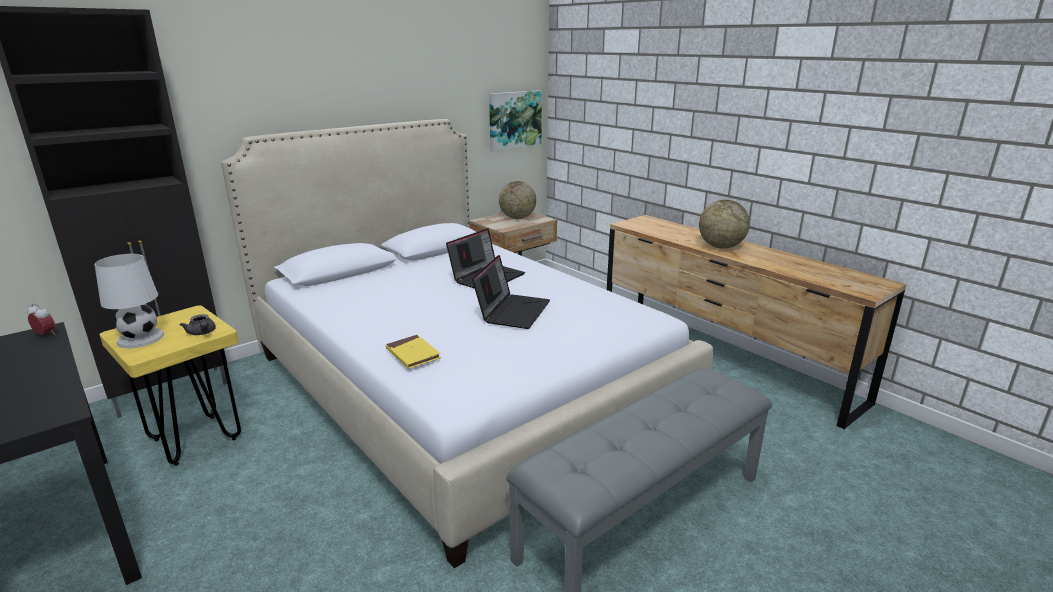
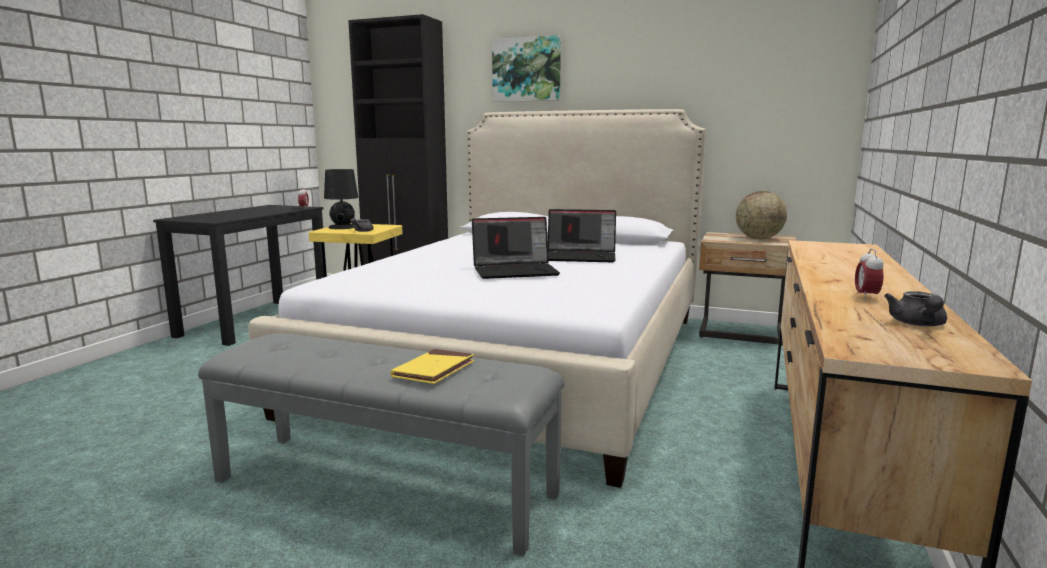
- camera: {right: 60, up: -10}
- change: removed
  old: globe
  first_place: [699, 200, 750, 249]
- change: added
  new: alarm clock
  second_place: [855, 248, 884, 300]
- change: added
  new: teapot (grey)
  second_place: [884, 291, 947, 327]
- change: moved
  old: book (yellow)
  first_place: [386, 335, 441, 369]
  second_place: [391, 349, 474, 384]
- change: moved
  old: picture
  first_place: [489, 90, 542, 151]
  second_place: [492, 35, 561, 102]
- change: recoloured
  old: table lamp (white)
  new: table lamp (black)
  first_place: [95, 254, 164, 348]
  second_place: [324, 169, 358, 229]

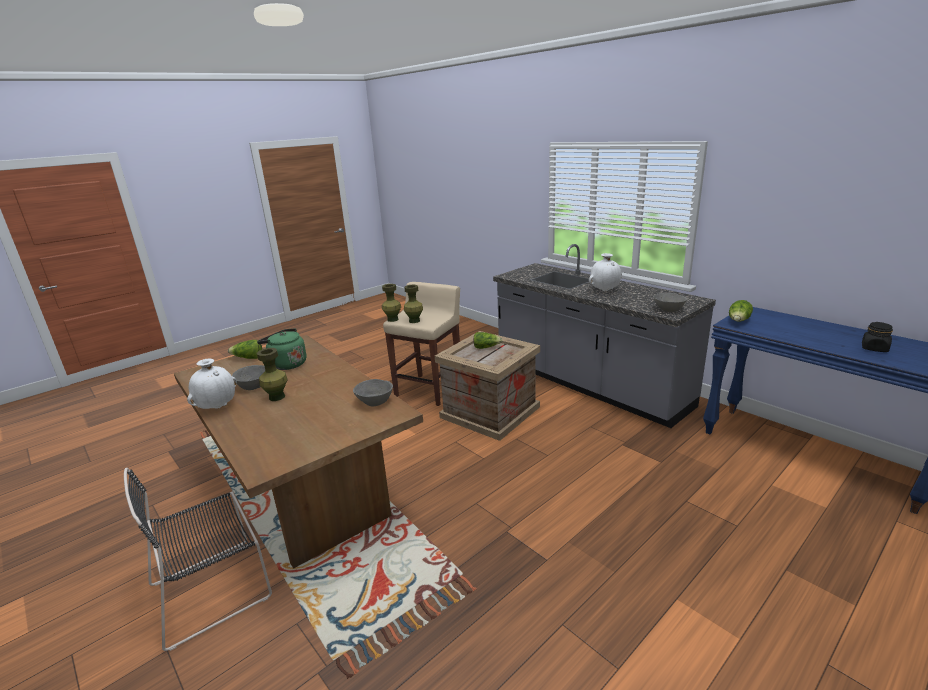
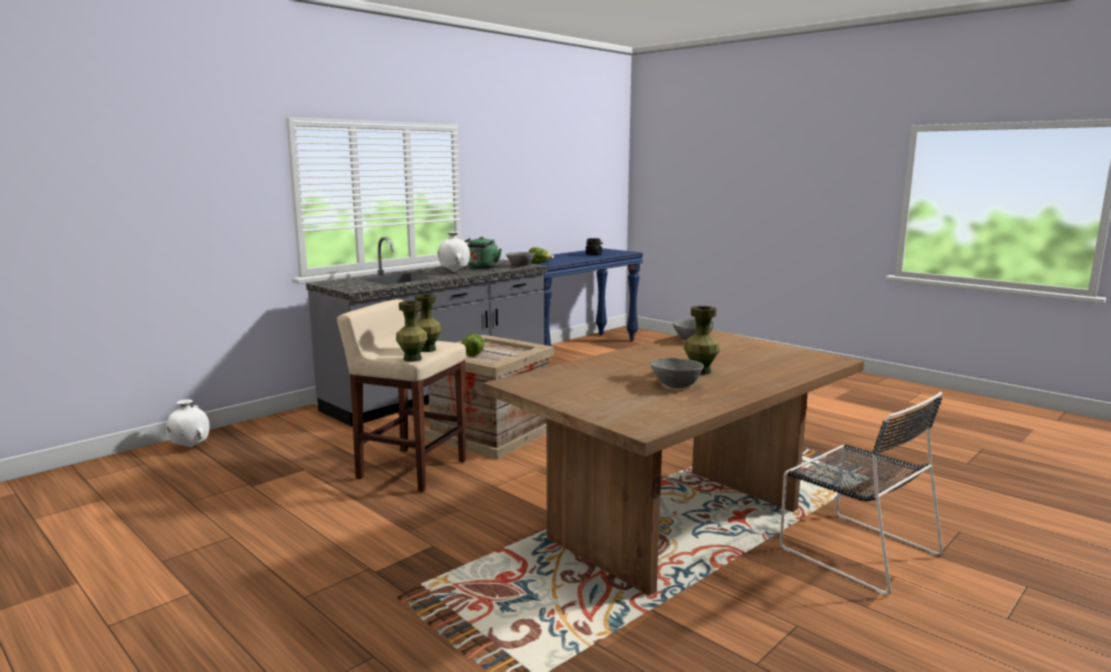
- camera: {right: -95, up: -10}
- change: removed
  old: lettuce
  first_place: [228, 340, 262, 359]
- change: moved
  old: vase (white)
  first_place: [187, 359, 237, 409]
  second_place: [166, 399, 210, 447]
- change: moved
  old: kettle (green)
  first_place: [257, 328, 306, 370]
  second_place: [465, 237, 502, 269]

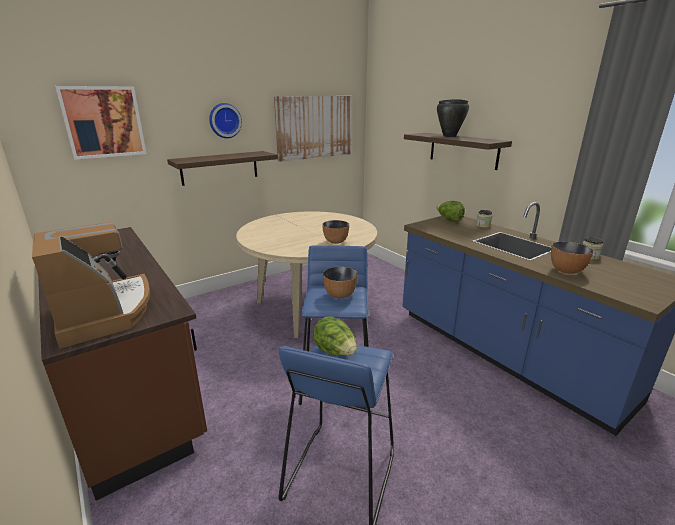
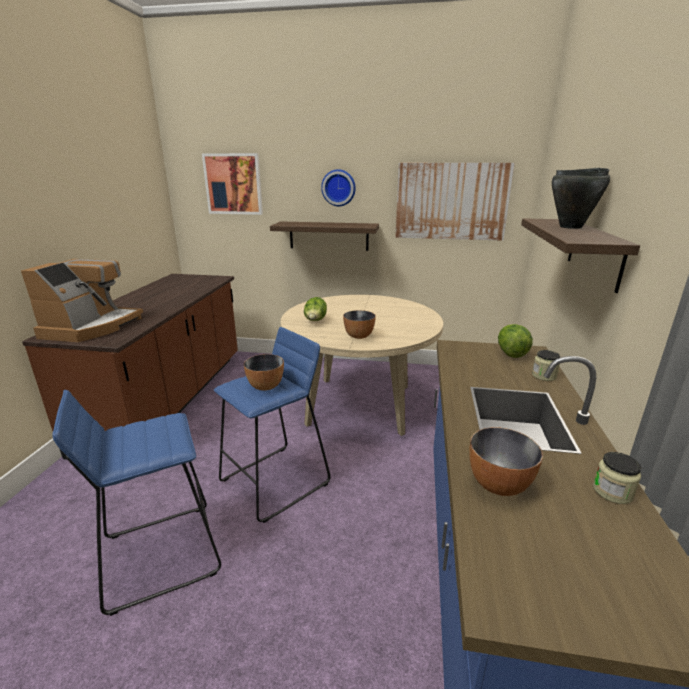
- camera: {right: 45, up: 0}
- change: moved
  old: lettuce
  first_place: [314, 316, 357, 356]
  second_place: [304, 297, 327, 321]

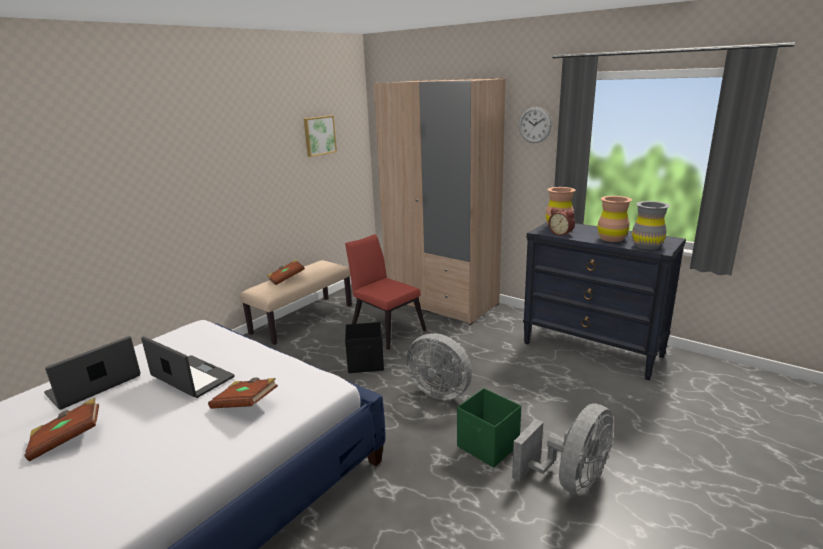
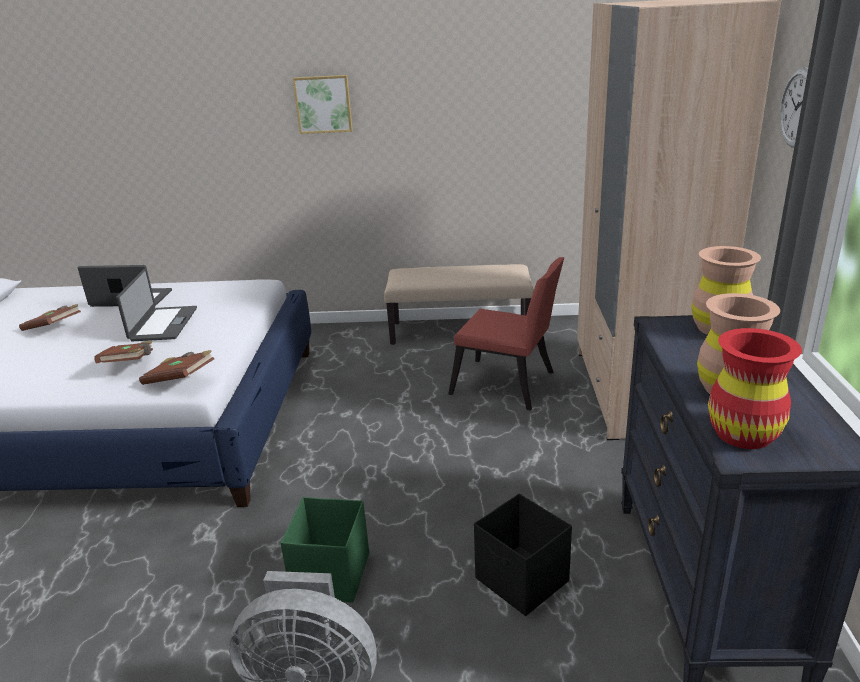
- camera: {right: 55, up: 5}
- change: removed
  old: fan (grey)
  first_place: [406, 333, 472, 400]
- change: removed
  old: alarm clock
  first_place: [548, 207, 575, 236]
- change: moved
  old: book (brown)
  first_place: [267, 260, 305, 285]
  second_place: [139, 350, 214, 385]
- change: moved
  old: picture
  first_place: [304, 116, 337, 157]
  second_place: [293, 75, 353, 134]
- change: moved
  old: storage box (black)
  first_place: [345, 322, 384, 373]
  second_place: [474, 494, 572, 616]
- change: recoloured
  old: vase (grey)
  new: vase (red)
  first_place: [632, 201, 670, 250]
  second_place: [708, 328, 802, 449]
- change: turned
  old: chair (red)
  first_place: [345, 234, 427, 350]
  second_place: [448, 257, 564, 411]
  degrees: 105

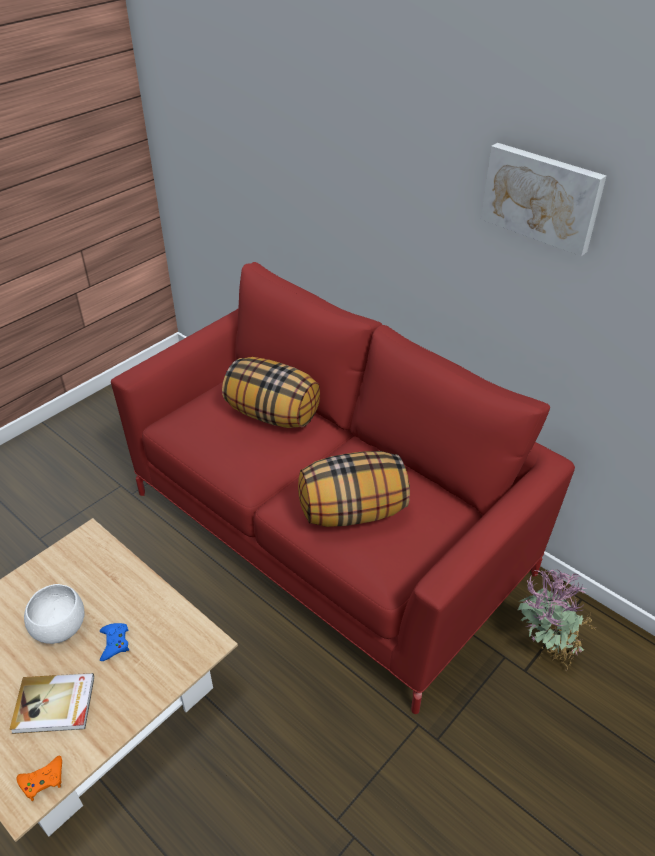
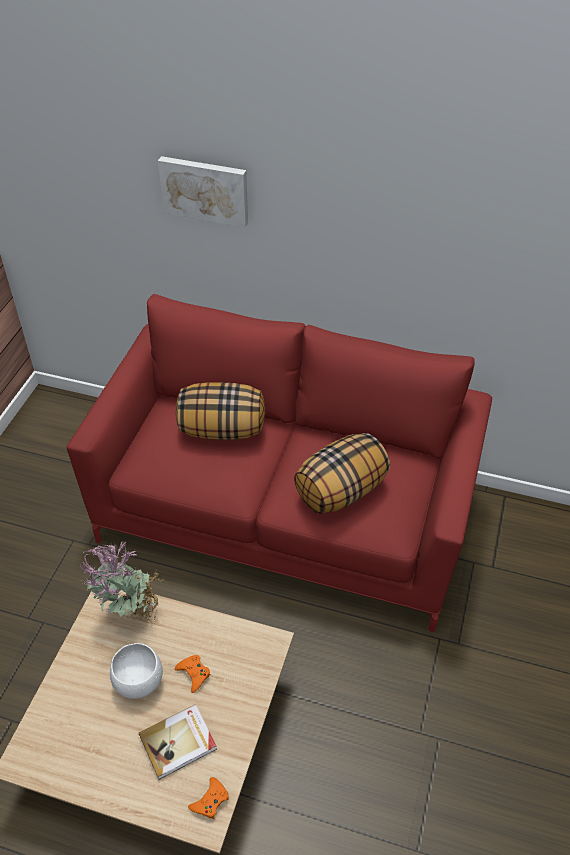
- camera: {right: -25, up: 5}
- change: moved
  old: picture
  first_place: [481, 143, 606, 256]
  second_place: [158, 156, 248, 227]
- change: moved
  old: potted plant
  first_place: [518, 569, 595, 671]
  second_place: [80, 541, 164, 626]
- change: recoloured
  old: game controller (blue)
  new: game controller (orange)
  first_place: [100, 623, 129, 661]
  second_place: [175, 655, 210, 693]

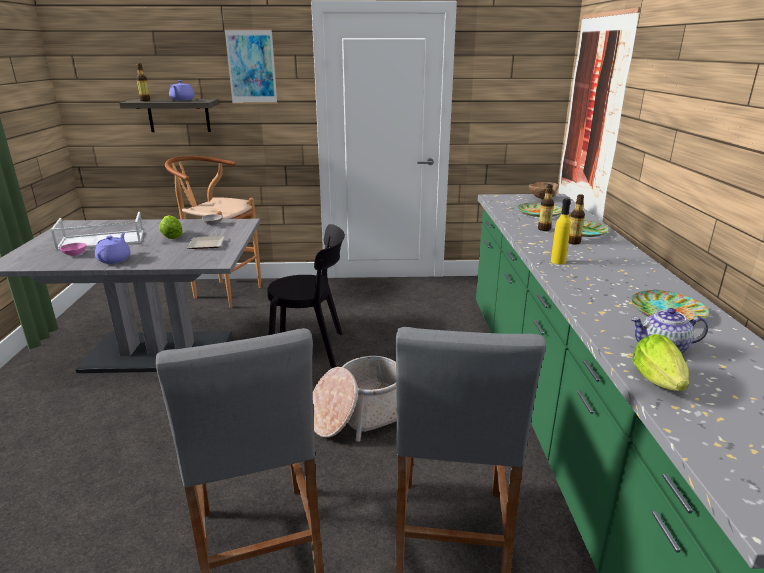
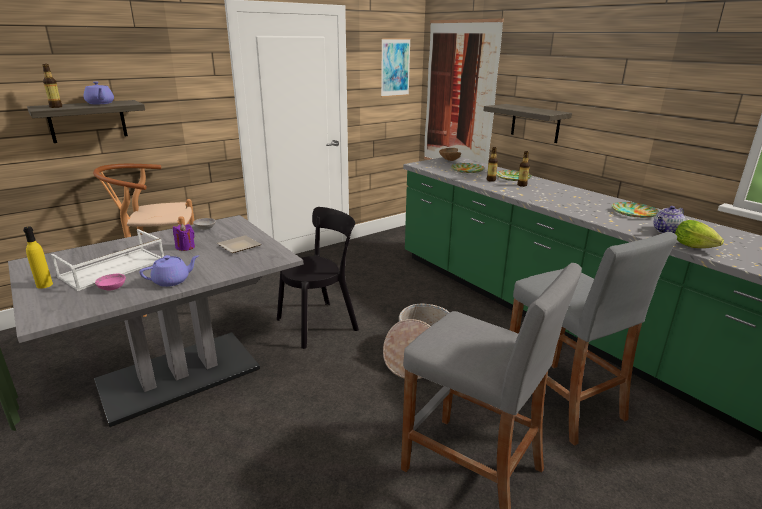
- camera: {right: -35, up: 0}
- change: added
  new: shelf
  second_place: [484, 104, 572, 143]
- change: moved
  old: picture
  first_place: [224, 29, 277, 104]
  second_place: [381, 38, 411, 97]
- change: moved
  old: bottle (yellow)
  first_place: [551, 199, 571, 264]
  second_place: [23, 226, 53, 289]
- change: replaced
  old: lettuce
  new: candle (purple)
  first_place: [159, 215, 183, 239]
  second_place: [173, 224, 195, 251]
- change: turned
  old: teapot (purple)
  first_place: [95, 233, 131, 264]
  second_place: [140, 255, 199, 287]
  degrees: 90

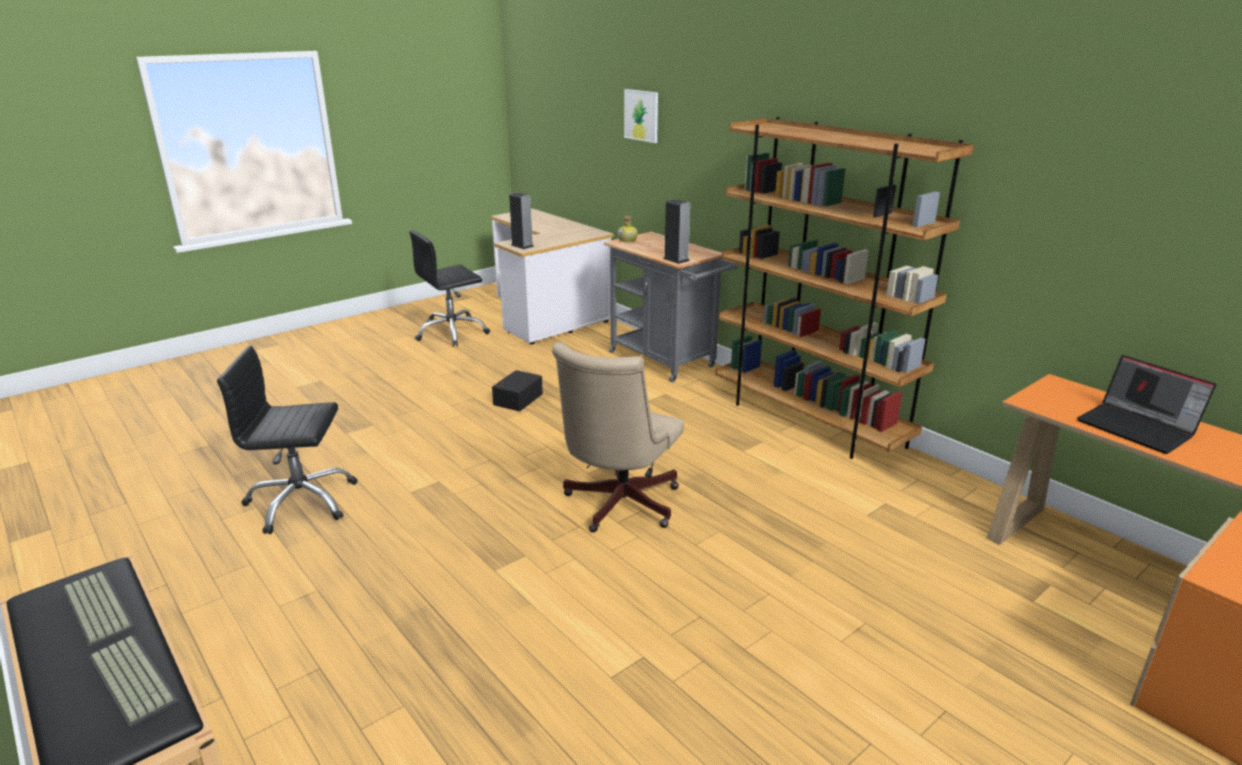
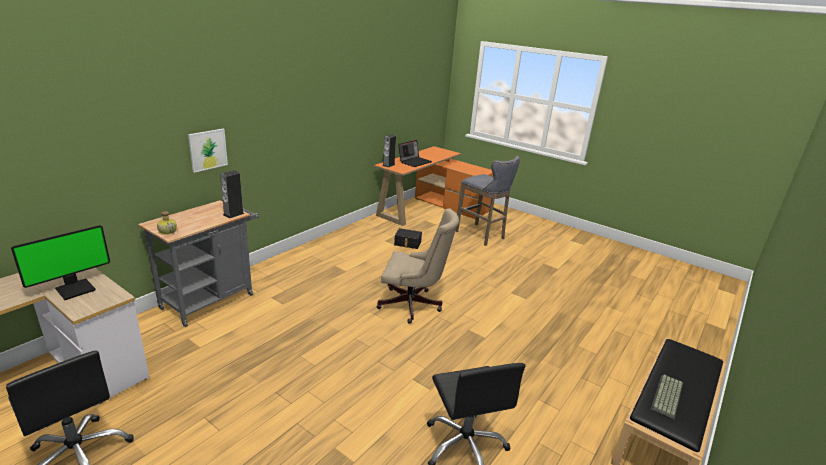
- camera: {right: -105, up: 0}
- change: removed
  old: keyboard
  first_place: [89, 636, 179, 729]
- change: removed
  old: bookcase (brown)
  first_place: [716, 117, 974, 459]
- change: added
  new: monitor
  second_place: [11, 225, 110, 300]
- change: added
  new: stool (grey)
  second_place: [455, 156, 520, 246]
- change: moved
  old: storage box (black)
  first_place: [492, 370, 543, 411]
  second_place: [394, 228, 422, 249]
- change: moved
  old: speaker
  first_place: [509, 192, 534, 249]
  second_place: [382, 134, 396, 168]
- change: moved
  old: picture
  first_place: [624, 89, 658, 143]
  second_place: [188, 129, 228, 173]

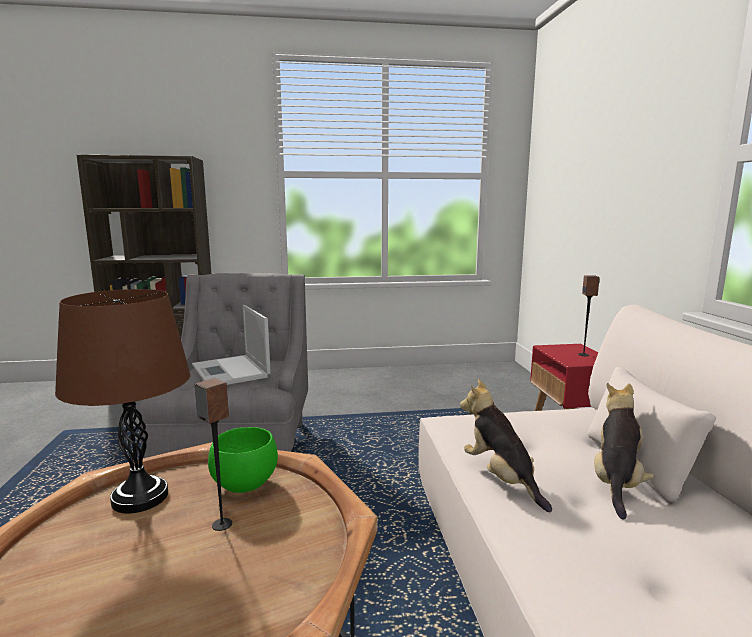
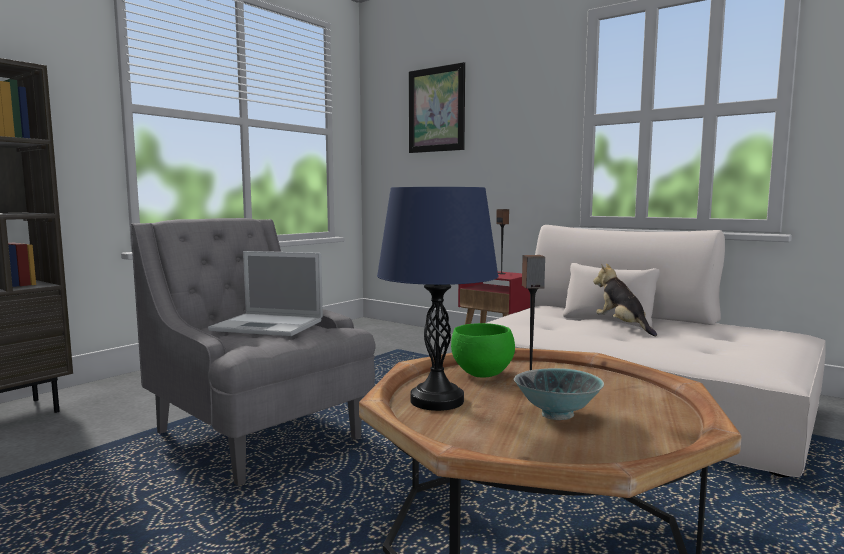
- camera: {right: -45, up: -5}
- change: removed
  old: plush toy
  first_place: [460, 379, 552, 512]
- change: added
  new: picture
  second_place: [409, 62, 465, 153]
- change: added
  new: bowl
  second_place: [514, 368, 604, 420]
- change: recoloured
  old: table lamp (brown)
  new: table lamp (blue)
  first_place: [55, 289, 190, 514]
  second_place: [377, 187, 498, 411]

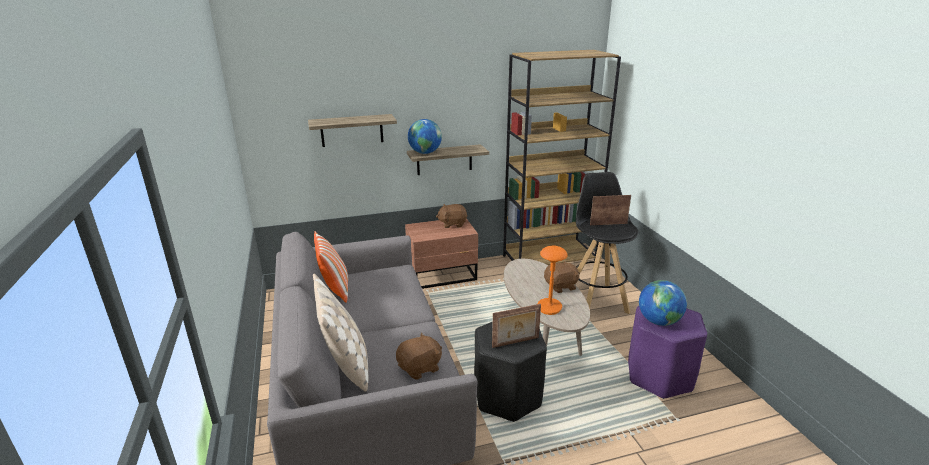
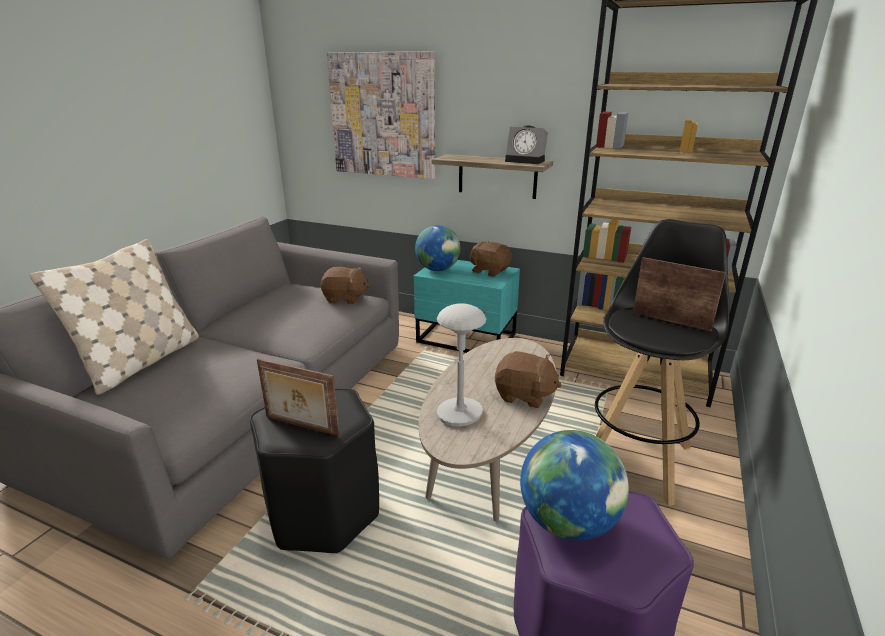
- camera: {right: 40, up: 0}
- change: removed
  old: pillow
  first_place: [314, 231, 348, 303]
- change: added
  new: alarm clock
  second_place: [505, 125, 548, 164]
- change: moved
  old: plush toy (brown)
  first_place: [396, 332, 442, 380]
  second_place: [321, 267, 370, 304]
- change: moved
  old: globe
  first_place: [408, 119, 442, 154]
  second_place: [415, 225, 460, 271]
- change: replaced
  old: shelf
  new: picture
  first_place: [308, 114, 397, 147]
  second_place: [327, 51, 435, 179]
- change: recoloured
  old: nightstand (brown)
  new: nightstand (turquoise)
  first_place: [405, 219, 478, 289]
  second_place: [413, 260, 520, 353]
- change: recoloured
  old: table lamp (orange)
  new: table lamp (grey)
  first_place: [537, 245, 568, 315]
  second_place: [437, 303, 486, 427]

